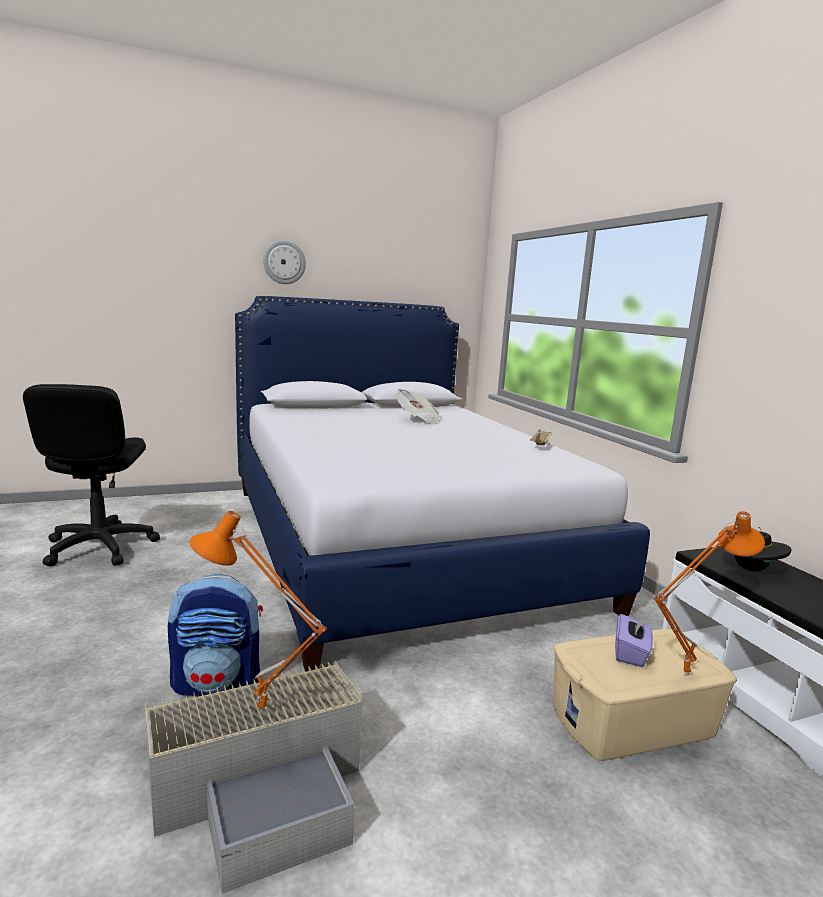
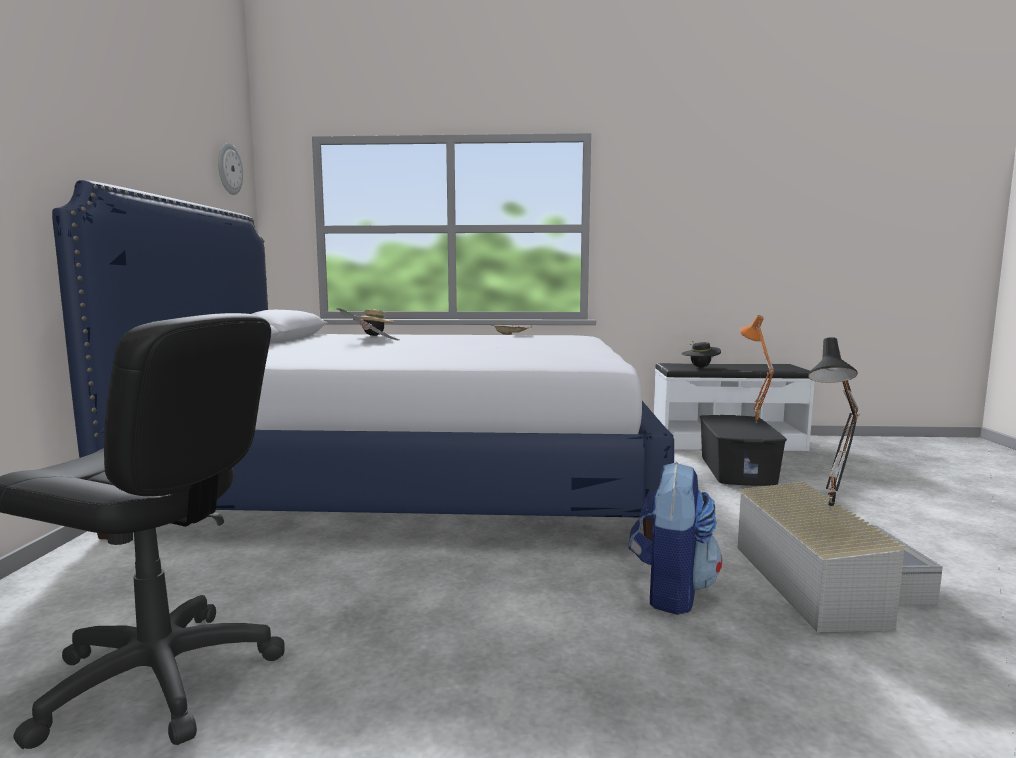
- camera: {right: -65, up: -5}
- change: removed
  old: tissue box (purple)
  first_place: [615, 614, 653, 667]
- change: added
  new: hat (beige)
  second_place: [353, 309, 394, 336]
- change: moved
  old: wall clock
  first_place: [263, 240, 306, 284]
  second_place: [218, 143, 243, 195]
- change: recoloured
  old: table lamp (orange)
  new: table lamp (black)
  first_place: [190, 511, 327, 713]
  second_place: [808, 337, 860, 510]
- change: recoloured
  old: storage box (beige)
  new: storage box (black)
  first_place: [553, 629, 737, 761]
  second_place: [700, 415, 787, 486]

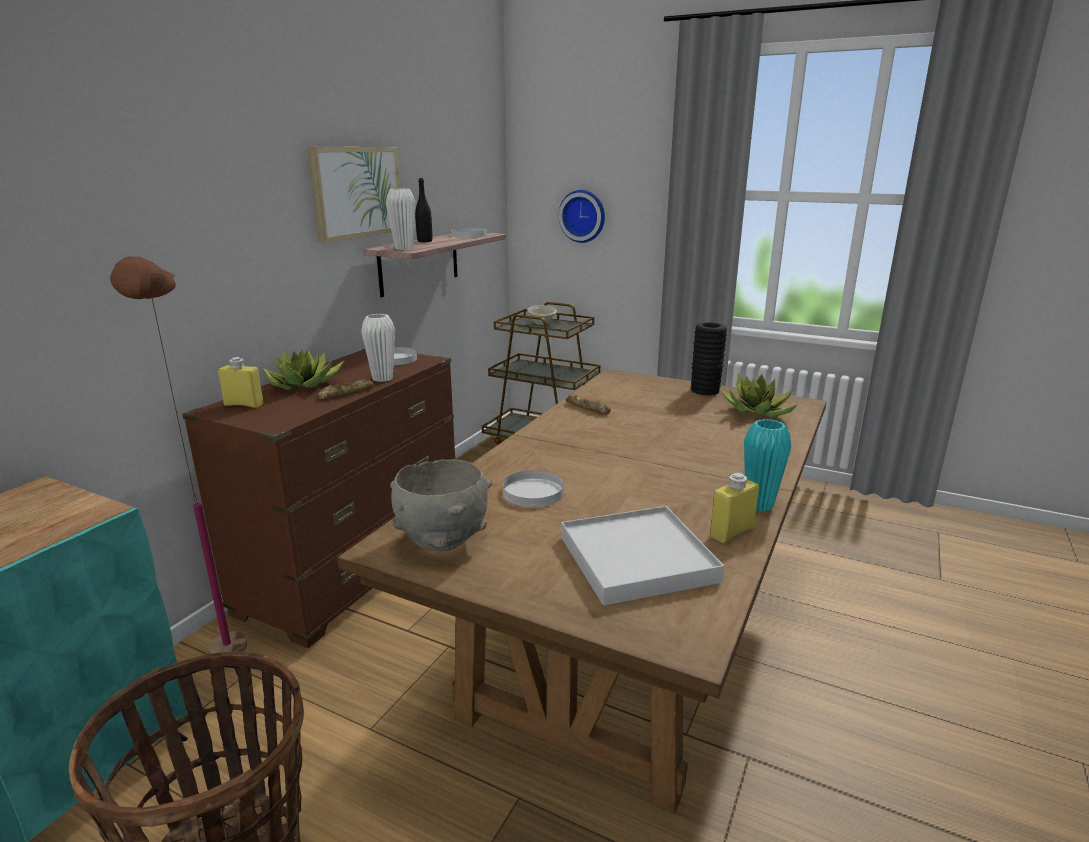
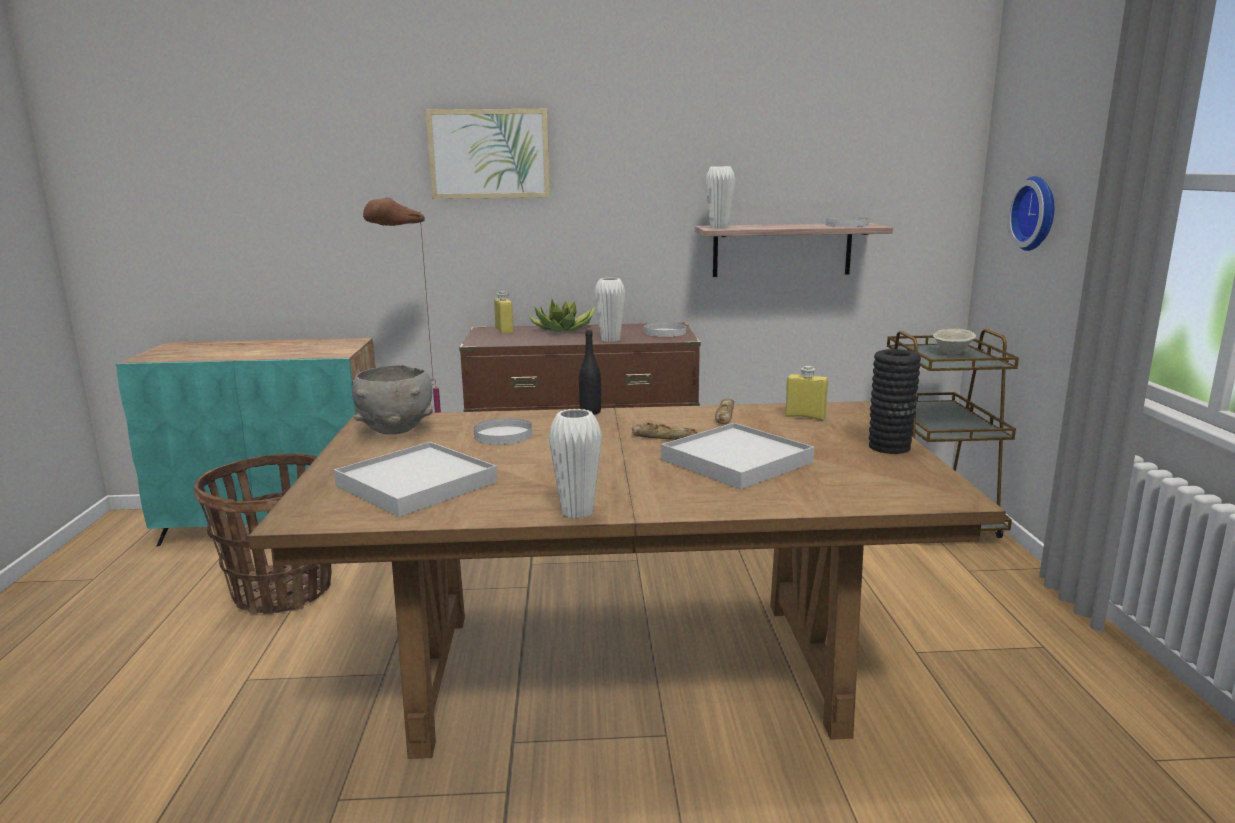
- camera: {right: 60, up: -5}
- change: removed
  old: potted plant
  first_place: [721, 374, 798, 417]
- change: added
  new: tray (white)
  second_place: [661, 423, 814, 489]
- change: moved
  old: picture
  first_place: [308, 147, 400, 243]
  second_place: [426, 109, 550, 199]
- change: moved
  old: bread
  first_place: [317, 379, 375, 399]
  second_place: [632, 422, 698, 440]
- change: moved
  old: bottle (black)
  first_place: [415, 178, 432, 242]
  second_place: [579, 329, 601, 415]
- change: moved
  old: bottle (yellow)
  first_place: [710, 473, 759, 543]
  second_place: [785, 366, 828, 420]
- change: recoloured
  old: vase (turquoise)
  new: vase (white)
  first_place: [744, 419, 791, 511]
  second_place: [549, 409, 602, 519]

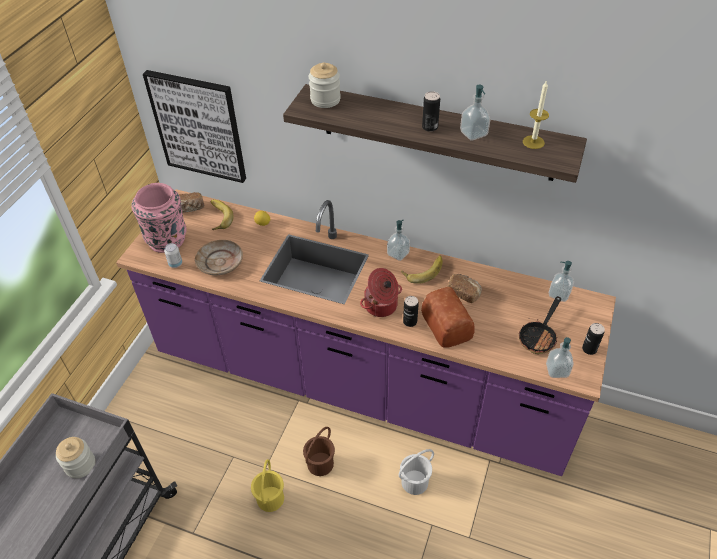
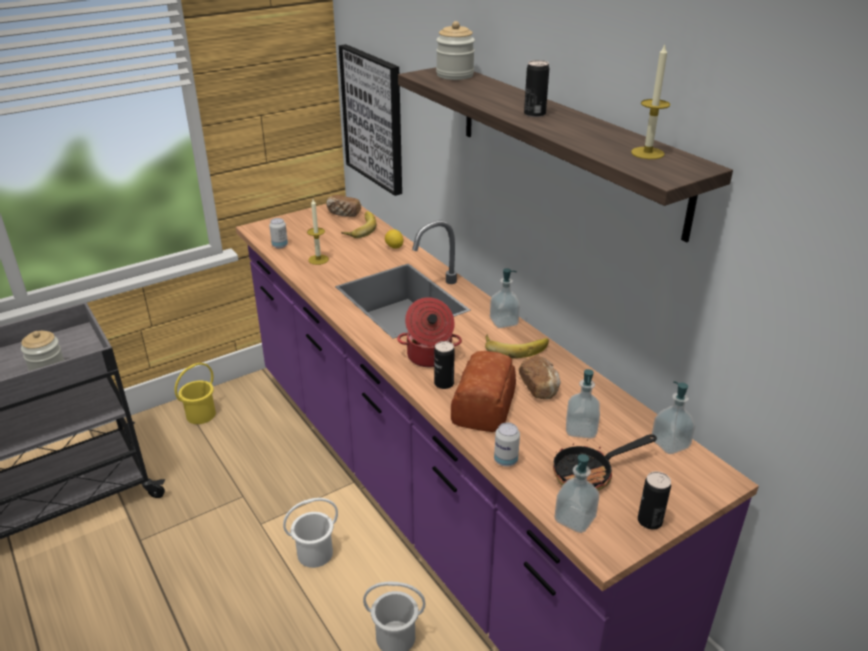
- camera: {right: 35, up: -15}
- change: removed
  old: vase (pink)
  first_place: [131, 183, 187, 253]
- change: added
  new: can
  second_place: [494, 422, 520, 467]
- change: moved
  old: bucket (yellow)
  first_place: [251, 459, 284, 512]
  second_place: [174, 363, 216, 424]
- change: moved
  old: soap dispenser
  first_place: [460, 85, 490, 141]
  second_place: [566, 369, 600, 439]
- change: replaced
  old: plate (beige)
  new: candle
  first_place: [195, 240, 243, 275]
  second_place: [307, 199, 329, 265]
- change: recoloured
  old: bucket (brown)
  new: bucket (white)
  first_place: [303, 427, 335, 476]
  second_place: [283, 498, 338, 568]

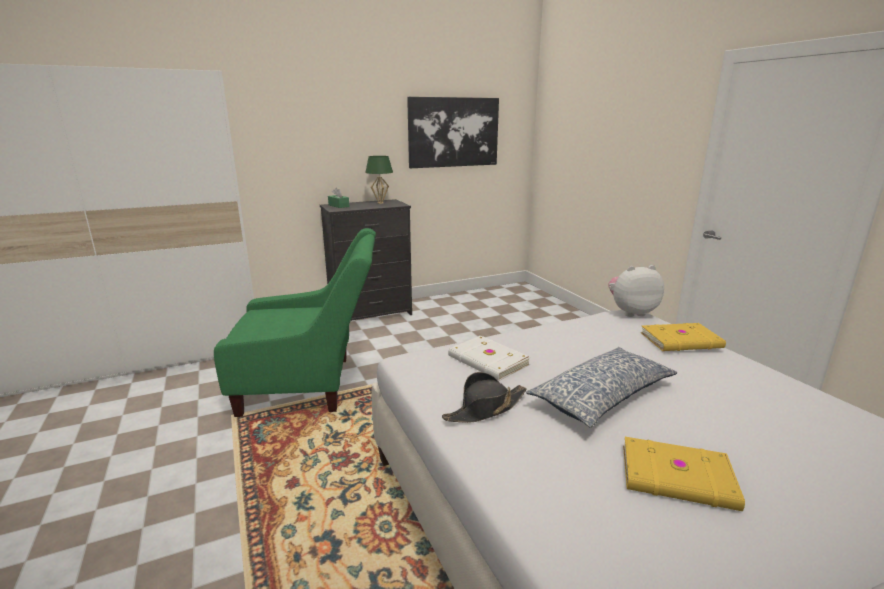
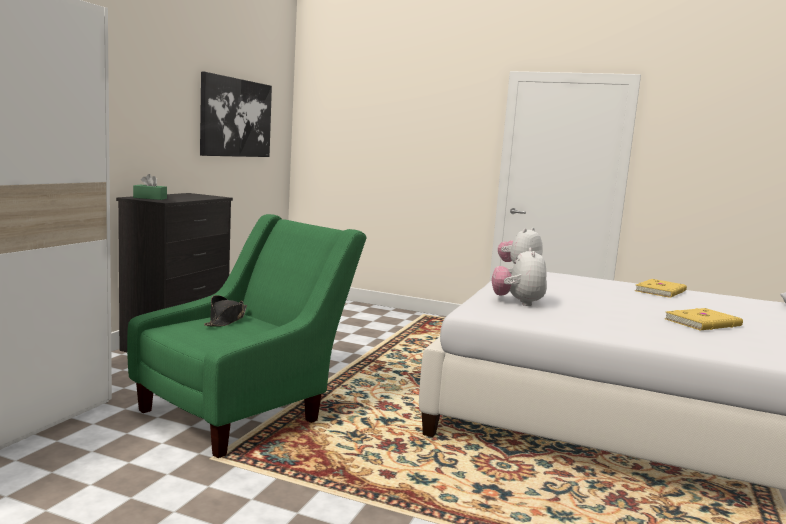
- camera: {right: -45, up: -10}
- change: removed
  old: table lamp (green)
  first_place: [365, 156, 393, 204]
- change: removed
  old: pillow
  first_place: [526, 347, 677, 427]
- change: moved
  old: hat (black)
  first_place: [442, 372, 527, 423]
  second_place: [204, 295, 247, 327]
- change: moved
  old: book (yellow)
  first_place: [641, 323, 726, 351]
  second_place: [635, 279, 687, 298]
- change: replaced
  old: book (white)
  new: plush toy
  first_place: [448, 335, 531, 381]
  second_place: [492, 248, 547, 306]

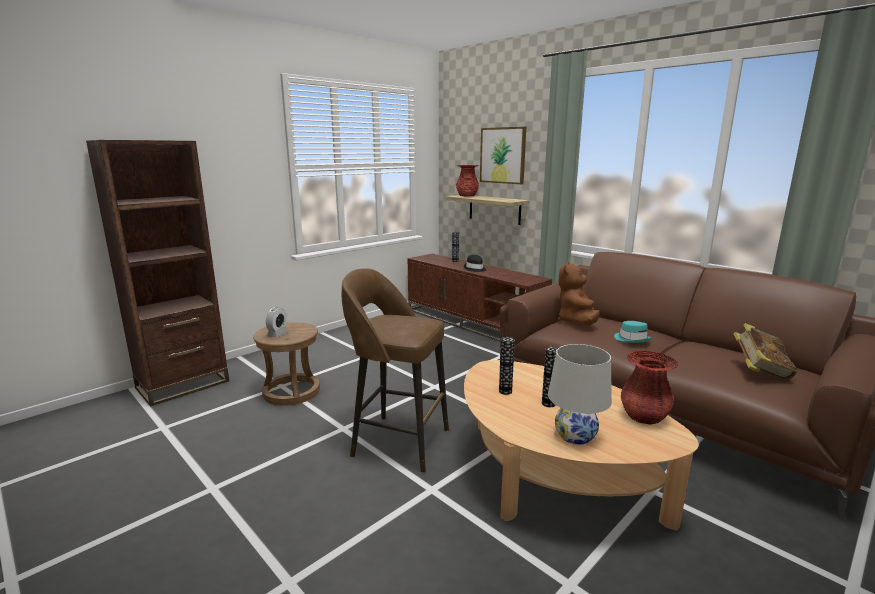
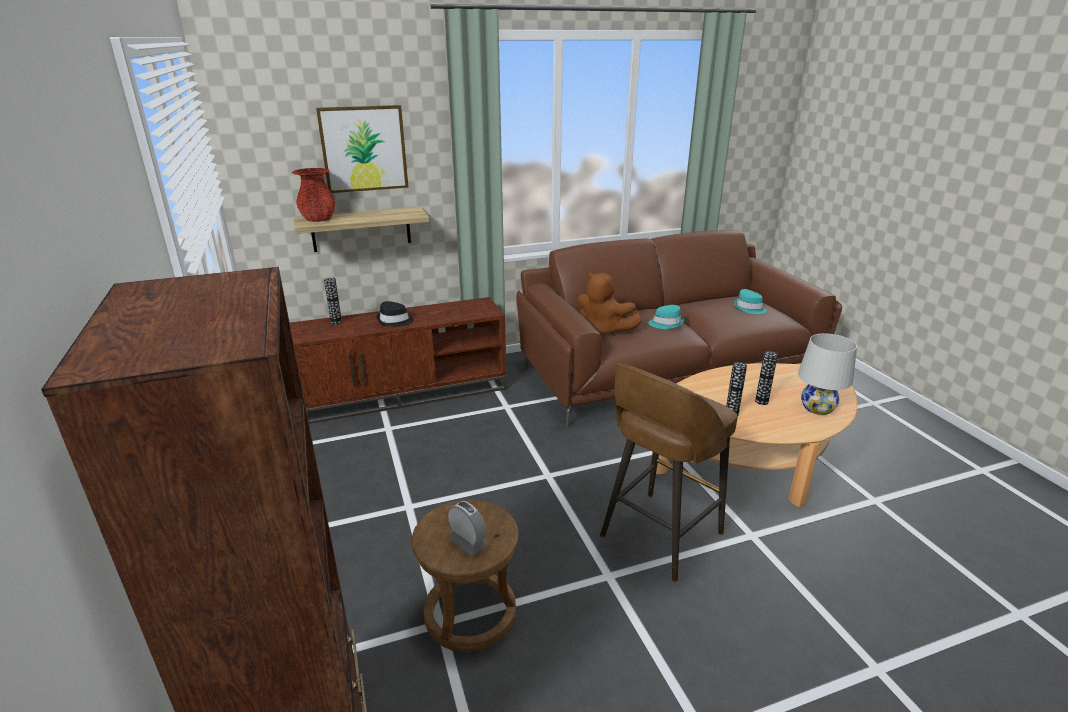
- camera: {right: -65, up: 10}
- change: removed
  old: vase (red)
  first_place: [620, 351, 679, 425]
- change: replaced
  old: book
  new: hat (turquoise)
  first_place: [733, 323, 797, 380]
  second_place: [733, 289, 767, 314]

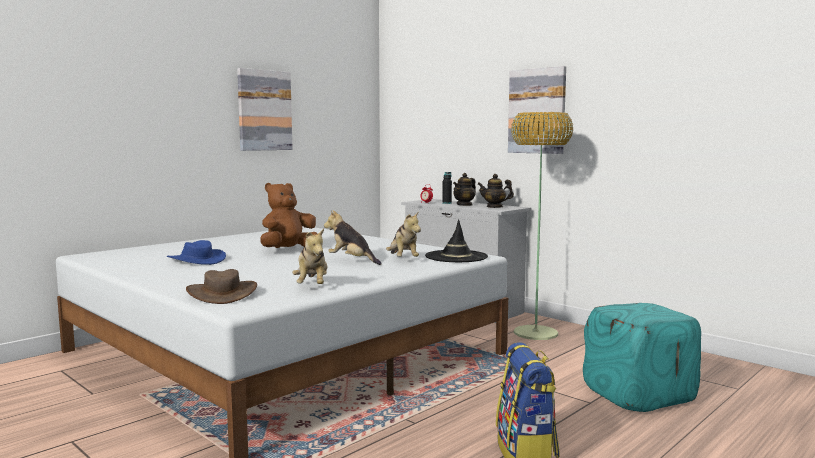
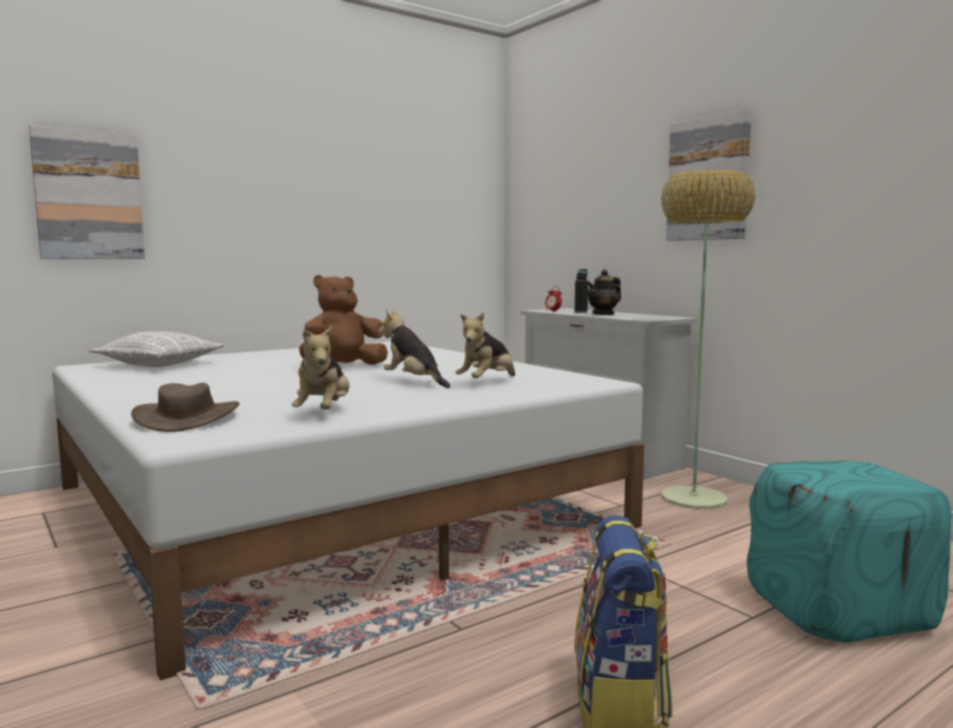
- camera: {right: 10, up: 0}
- change: removed
  old: hat (blue)
  first_place: [167, 240, 226, 265]
- change: removed
  old: hat (black)
  first_place: [425, 219, 488, 262]
- change: removed
  old: teapot
  first_place: [478, 174, 514, 208]
- change: added
  new: pillow
  second_place: [89, 331, 224, 367]
- change: moved
  old: picture
  first_place: [237, 68, 293, 151]
  second_place: [29, 125, 145, 259]
- change: turned
  old: plush toy
  first_place: [386, 212, 421, 257]
  second_place: [455, 312, 515, 378]
  degrees: 45

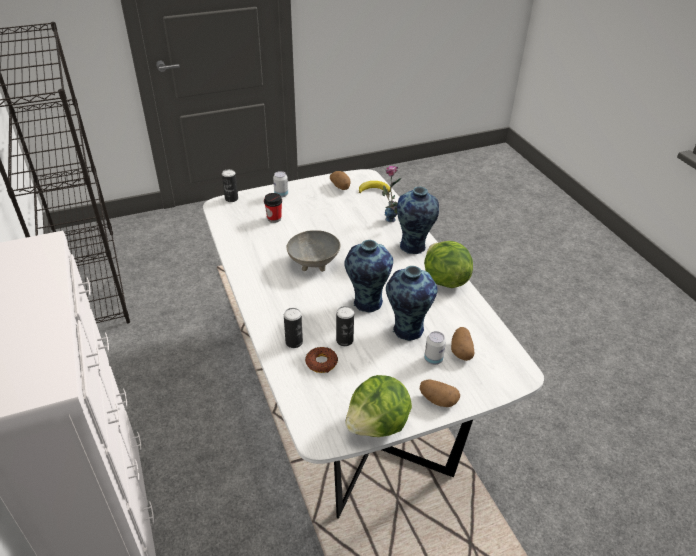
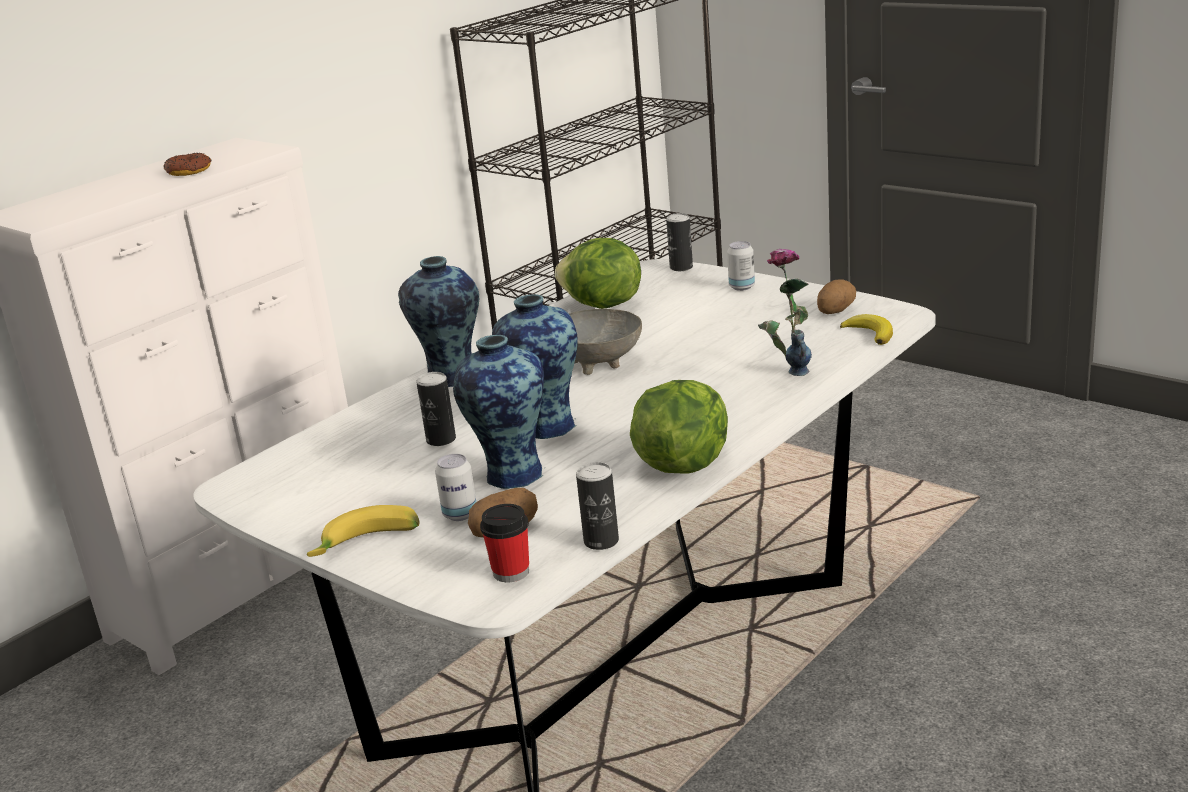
- camera: {right: 65, up: -15}
- change: moved
  old: cup
  first_place: [264, 193, 282, 223]
  second_place: [480, 504, 529, 582]
- change: moved
  old: can
  first_place: [284, 308, 303, 348]
  second_place: [576, 462, 619, 550]
- change: moved
  old: donut
  first_place: [305, 347, 338, 373]
  second_place: [163, 153, 212, 176]
- change: moved
  old: lettuce
  first_place: [345, 375, 412, 437]
  second_place: [555, 238, 641, 309]
- change: moved
  old: vase
  first_place: [397, 187, 439, 254]
  second_place: [398, 256, 479, 387]
- change: replaced
  old: potato
  new: banana
  first_place: [420, 379, 460, 407]
  second_place: [307, 505, 419, 557]

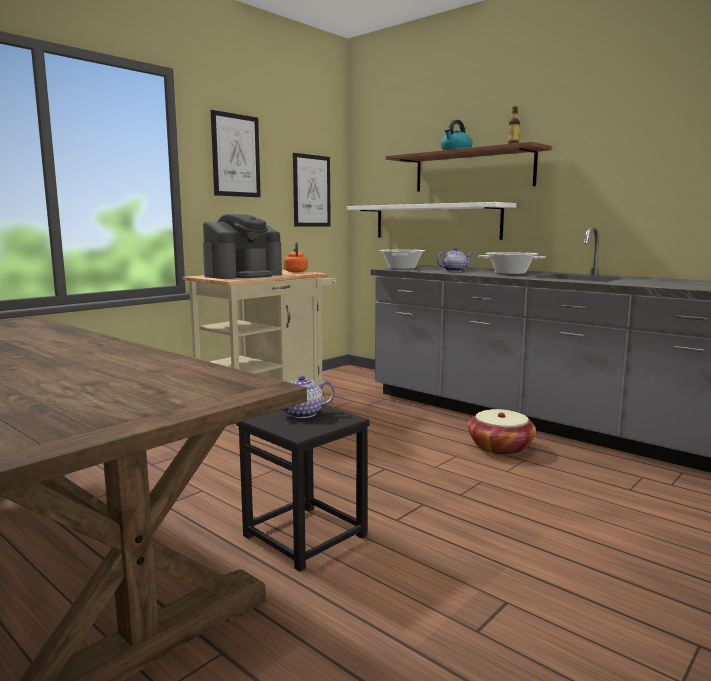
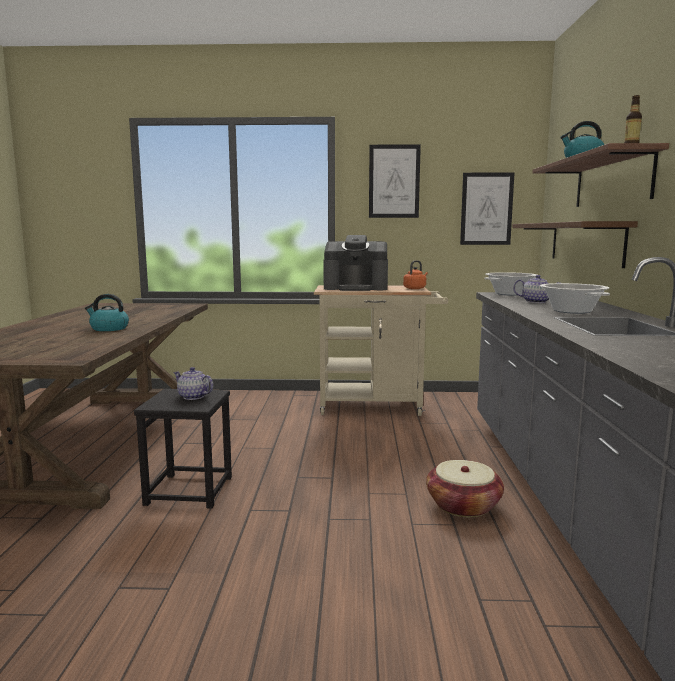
- camera: {right: 50, up: 0}
- change: added
  new: kettle
  second_place: [85, 294, 129, 331]
- change: recoloured
  old: shelf (white)
  new: shelf (brown)
  first_place: [347, 202, 517, 240]
  second_place: [512, 221, 638, 268]

